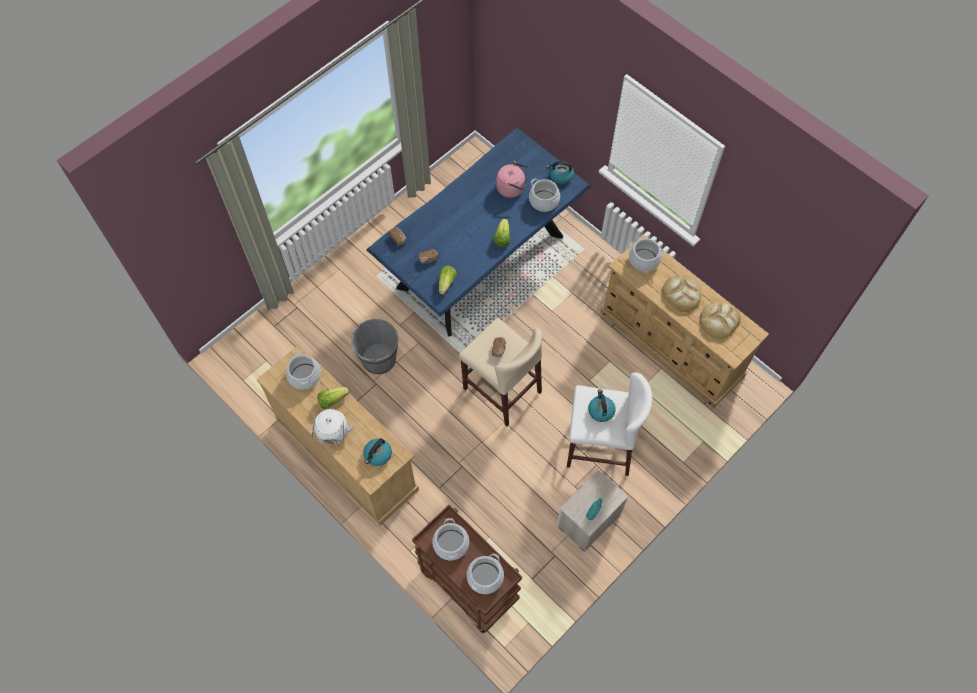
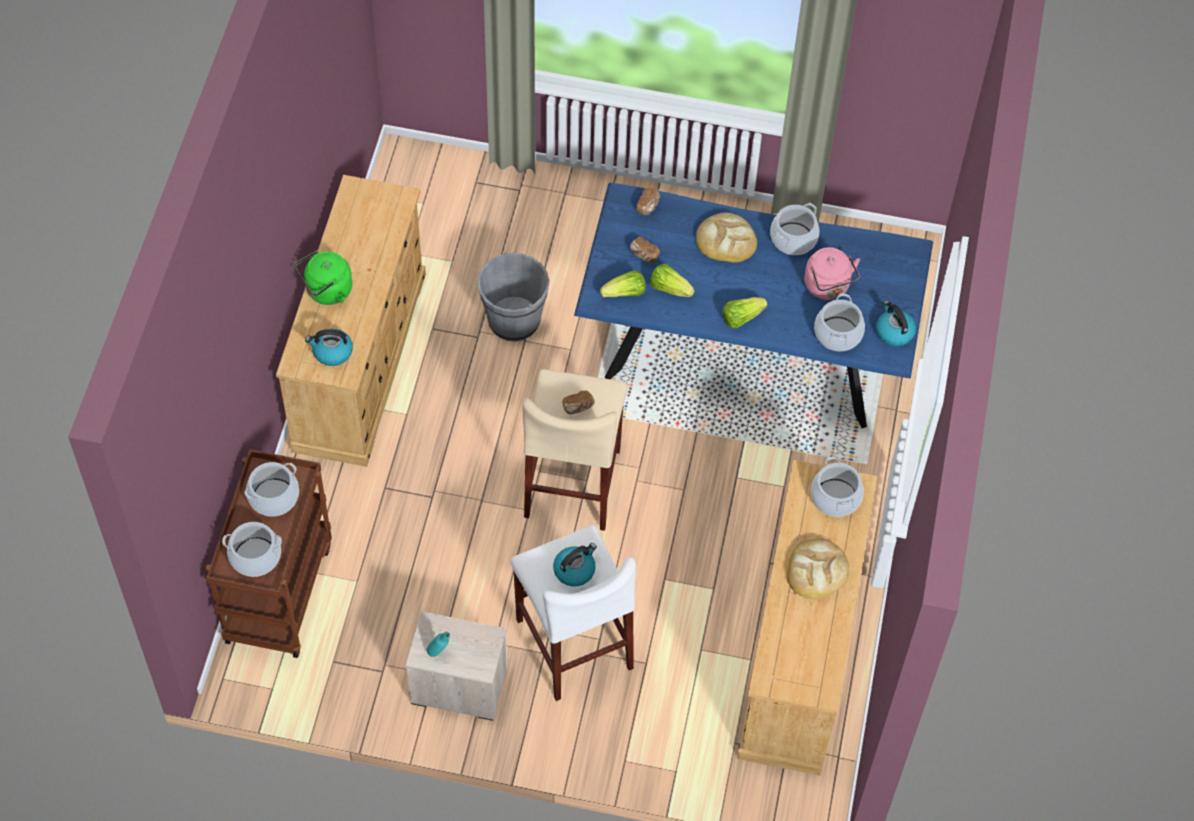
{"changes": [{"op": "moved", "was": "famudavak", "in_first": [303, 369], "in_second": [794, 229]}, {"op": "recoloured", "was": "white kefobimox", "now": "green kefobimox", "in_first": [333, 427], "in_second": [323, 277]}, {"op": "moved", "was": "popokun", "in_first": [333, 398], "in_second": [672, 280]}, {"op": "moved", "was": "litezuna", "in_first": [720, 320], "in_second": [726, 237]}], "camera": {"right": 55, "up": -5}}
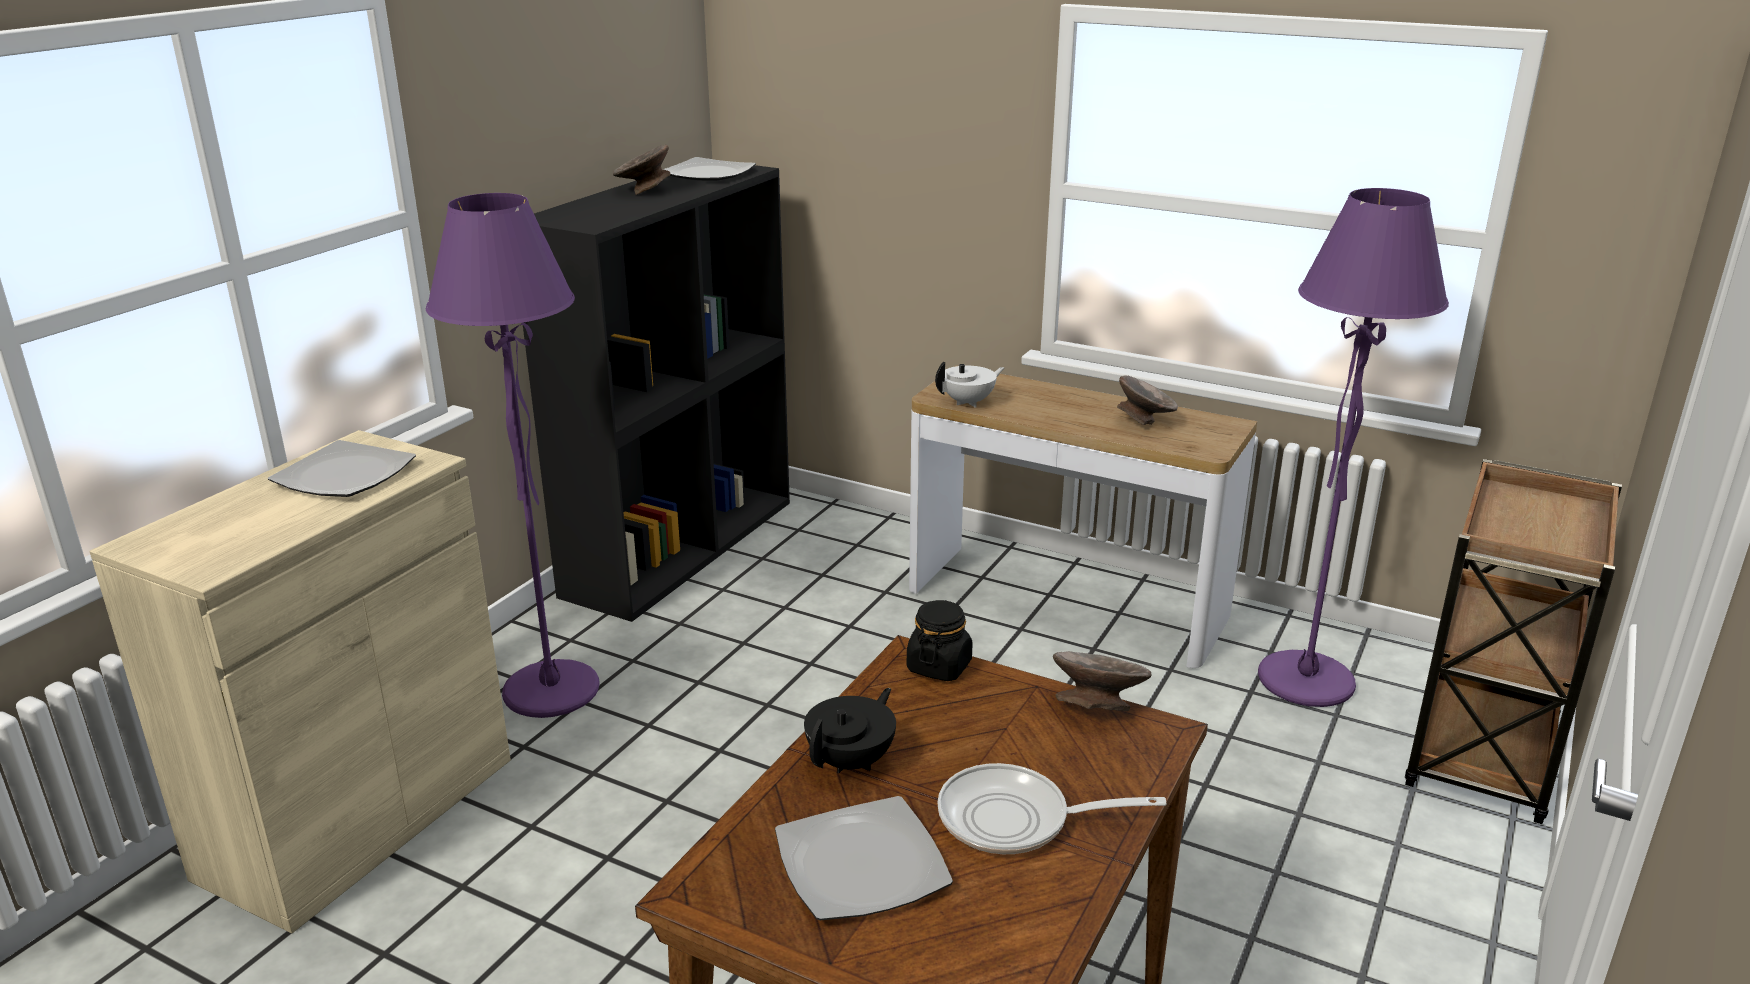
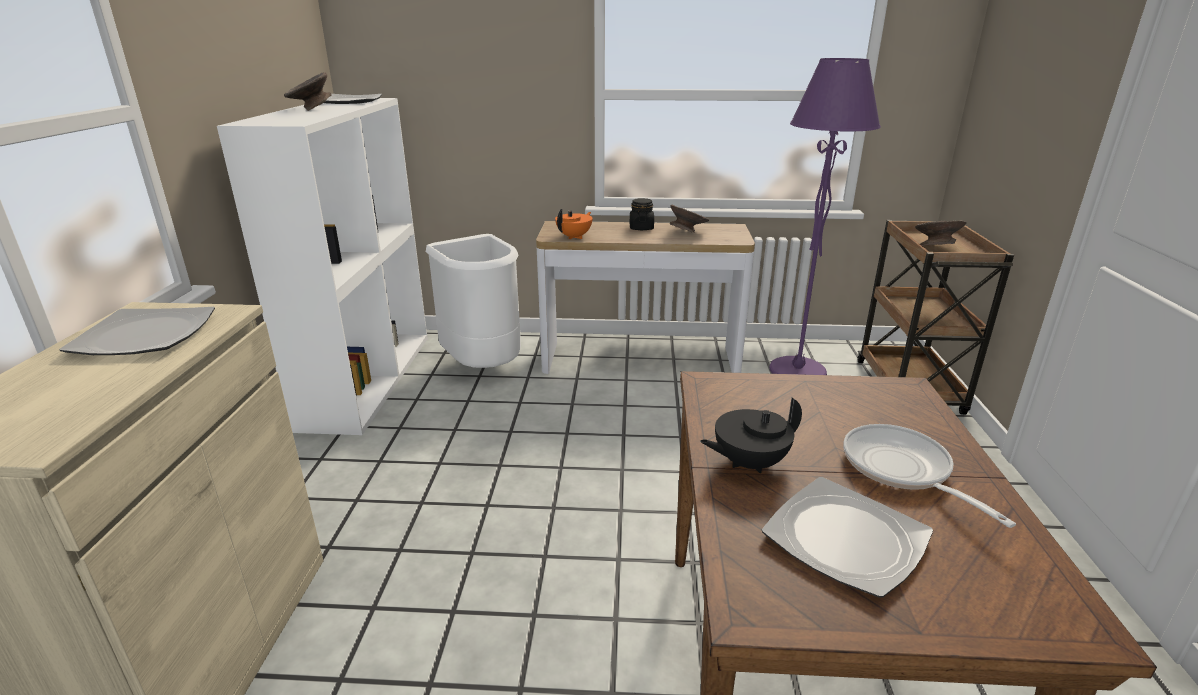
{"changes": [{"op": "removed", "was": "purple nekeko", "in_first": [513, 455]}, {"op": "recoloured", "was": "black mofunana", "now": "white mofunana", "in_first": [656, 393], "in_second": [322, 266]}, {"op": "turned", "was": "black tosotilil", "in_first": [850, 730], "in_second": [751, 435], "clockwise": -120}, {"op": "moved", "was": "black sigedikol", "in_first": [939, 640], "in_second": [642, 214]}, {"op": "recoloured", "was": "white tosotilil", "now": "orange tosotilil", "in_first": [969, 385], "in_second": [573, 224]}, {"op": "turned", "was": "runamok", "in_first": [1051, 808], "in_second": [929, 476], "clockwise": 90}, {"op": "moved", "was": "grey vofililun", "in_first": [1102, 681], "in_second": [941, 233]}, {"op": "added", "now": "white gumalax", "in_second": [473, 301]}], "camera": {"right": -25, "up": 0}}
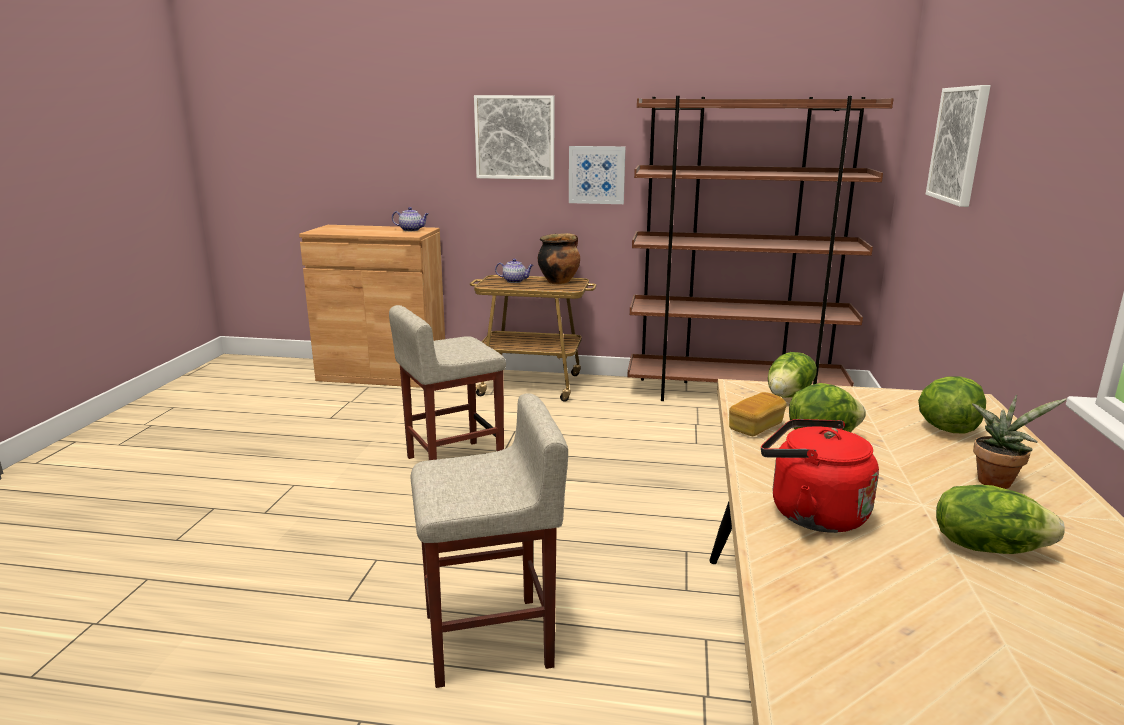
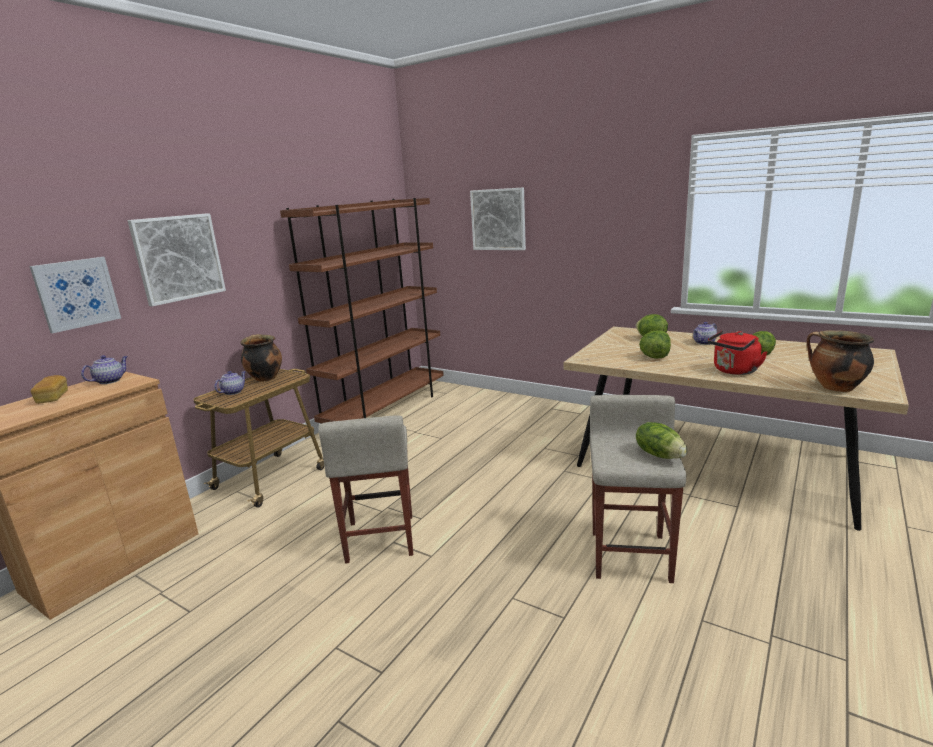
{"changes": [{"op": "moved", "was": "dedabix", "in_first": [597, 175], "in_second": [75, 295]}, {"op": "moved", "was": "litezuna", "in_first": [758, 414], "in_second": [49, 389]}, {"op": "moved", "was": "popokun", "in_first": [792, 375], "in_second": [662, 440]}, {"op": "replaced", "was": "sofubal", "now": "tosotilil", "in_first": [1019, 442], "in_second": [705, 333]}, {"op": "added", "now": "famudavak", "in_second": [840, 361]}], "camera": {"right": -65, "up": 0}}
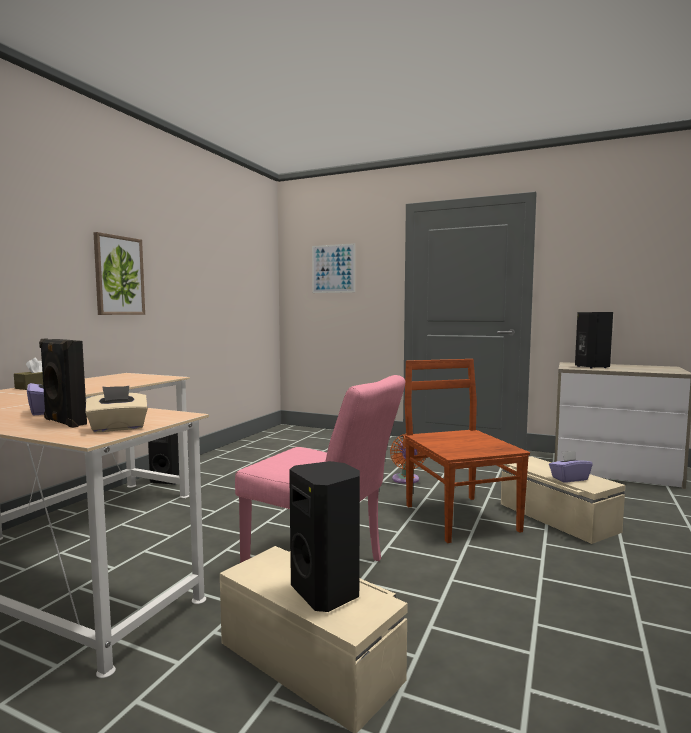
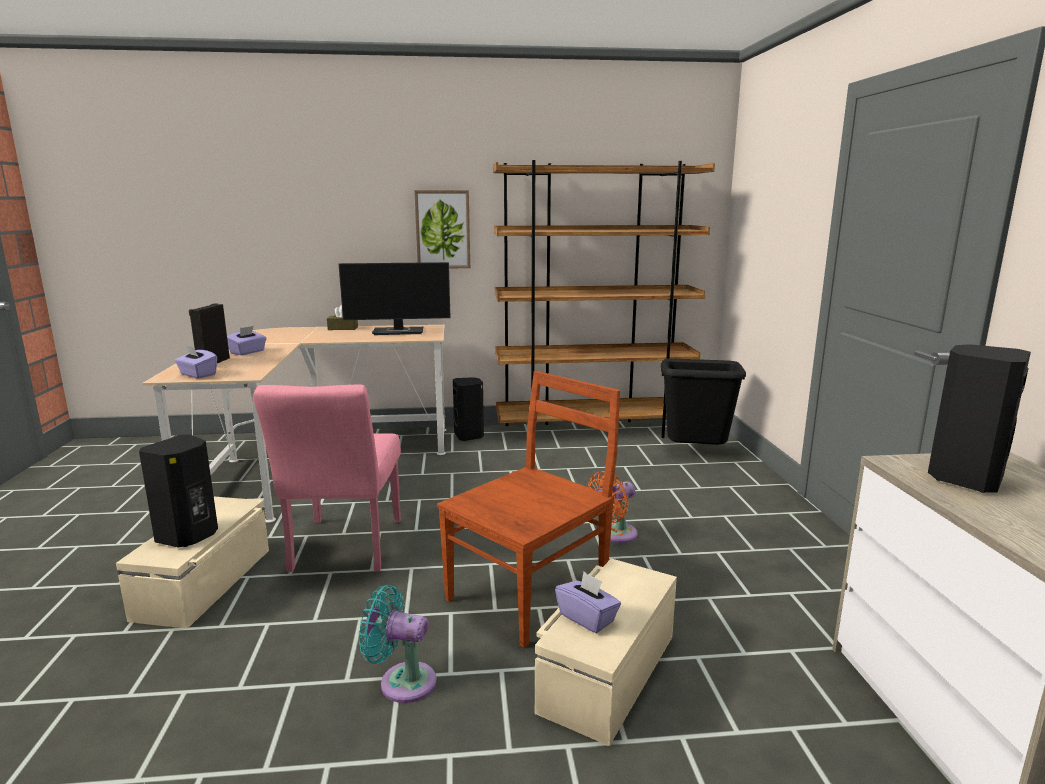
{"changes": [{"op": "recoloured", "was": "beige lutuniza", "now": "purple lutuniza", "in_first": [116, 409], "in_second": [196, 362]}, {"op": "removed", "was": "dedabix", "in_first": [333, 268]}, {"op": "added", "now": "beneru", "in_second": [395, 298]}, {"op": "added", "now": "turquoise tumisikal", "in_second": [398, 644]}, {"op": "added", "now": "brown mofunana", "in_second": [604, 299]}, {"op": "added", "now": "black gumalax", "in_second": [703, 401]}], "camera": {"right": 60, "up": 10}}
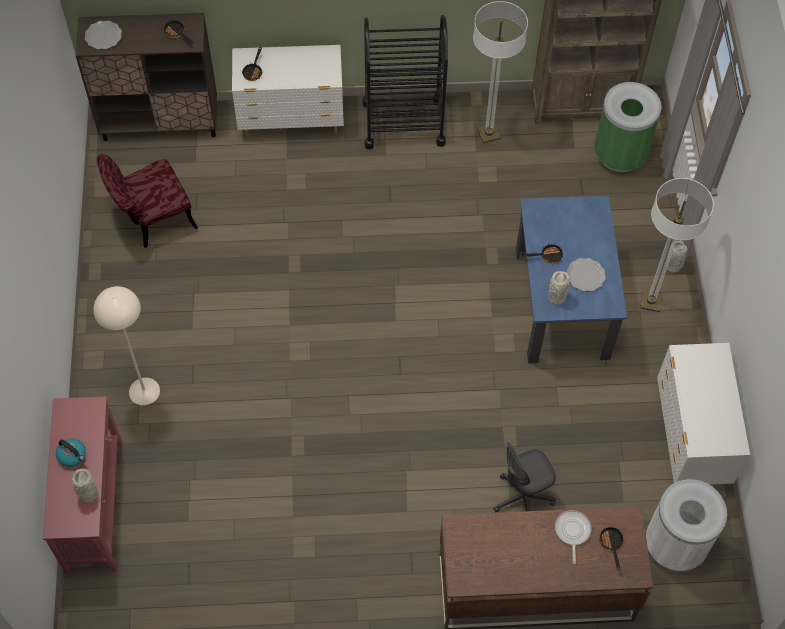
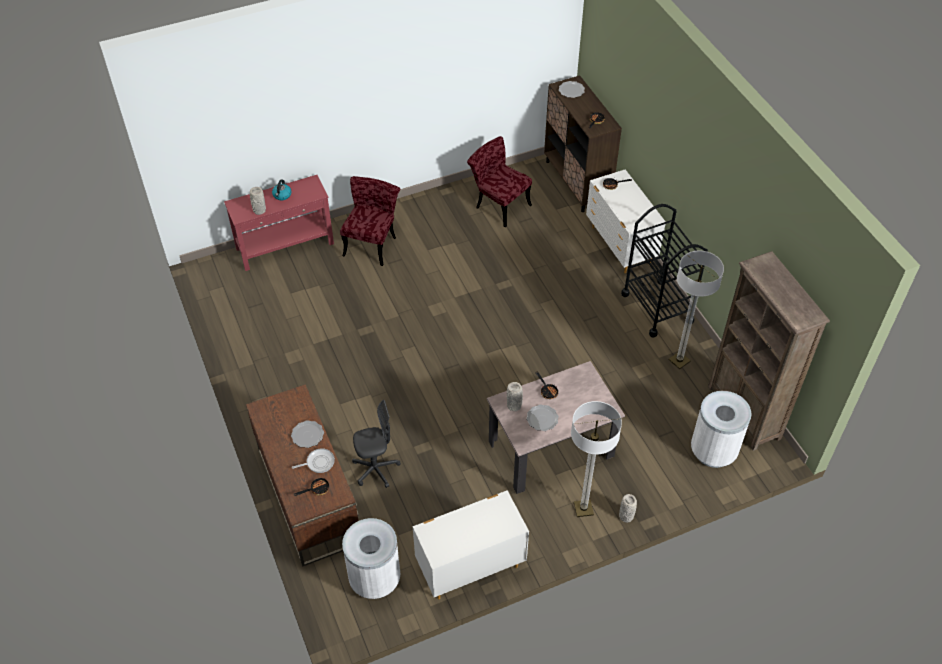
{"changes": [{"op": "replaced", "was": "beige nekeko", "now": "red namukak", "in_first": [127, 345], "in_second": [370, 221]}, {"op": "turned", "was": "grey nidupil", "in_first": [525, 477], "in_second": [376, 444], "clockwise": 120}, {"op": "recoloured", "was": "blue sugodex", "now": "beige sugodex", "in_first": [571, 279], "in_second": [556, 427]}, {"op": "recoloured", "was": "green gumalax", "now": "white gumalax", "in_first": [628, 127], "in_second": [721, 429]}, {"op": "added", "now": "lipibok", "in_second": [307, 434]}], "camera": {"right": 70, "up": -10}}
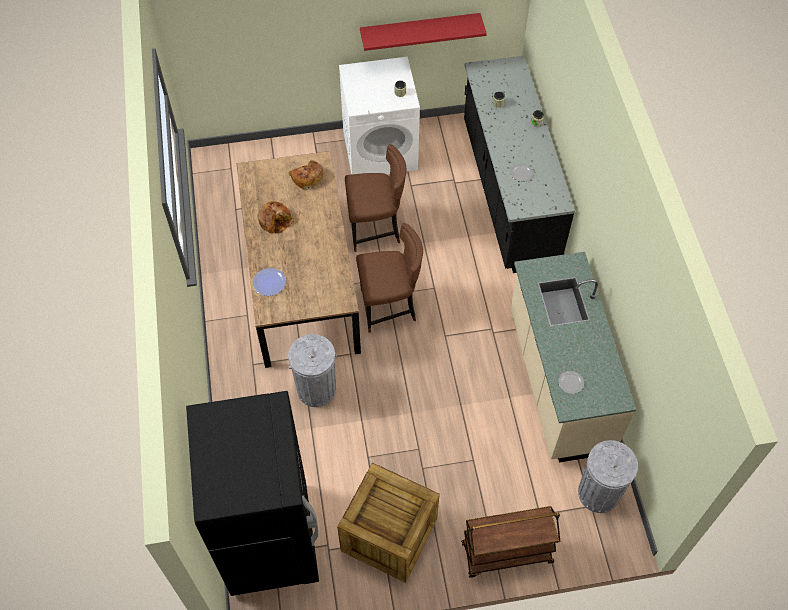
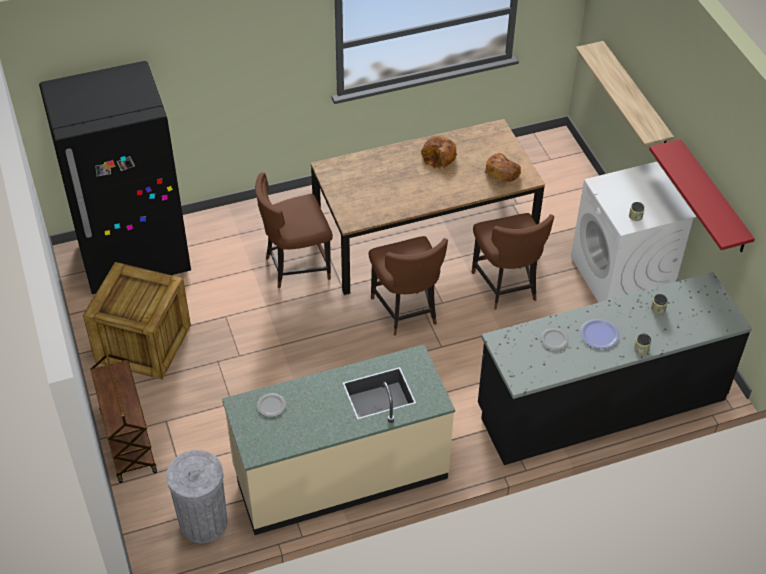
{"changes": [{"op": "moved", "was": "lipibok", "in_first": [269, 282], "in_second": [600, 334]}, {"op": "replaced", "was": "grey gumalax", "now": "brown namukak", "in_first": [312, 370], "in_second": [294, 230]}, {"op": "added", "now": "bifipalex", "in_second": [624, 93]}], "camera": {"right": 80, "up": -10}}
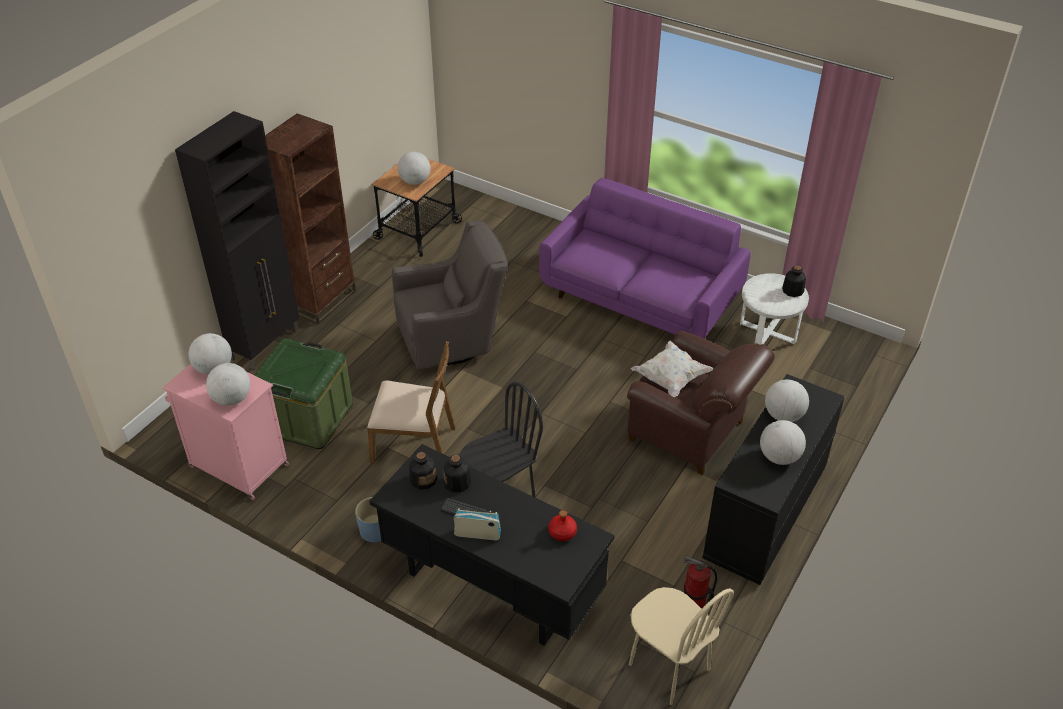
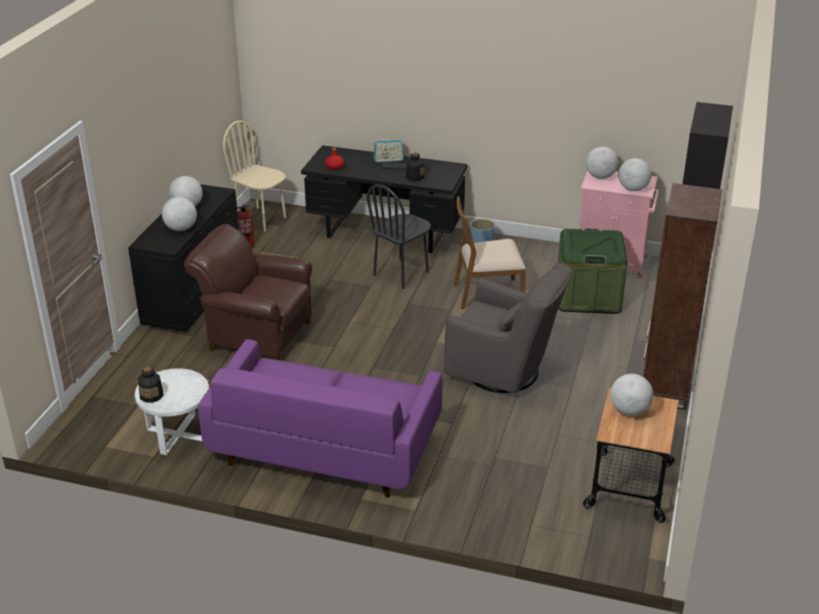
{"changes": [{"op": "turned", "was": "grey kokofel", "in_first": [450, 295], "in_second": [508, 327], "clockwise": -120}, {"op": "removed", "was": "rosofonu", "in_first": [423, 471]}, {"op": "removed", "was": "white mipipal", "in_first": [672, 368]}], "camera": {"right": 165, "up": -10}}
